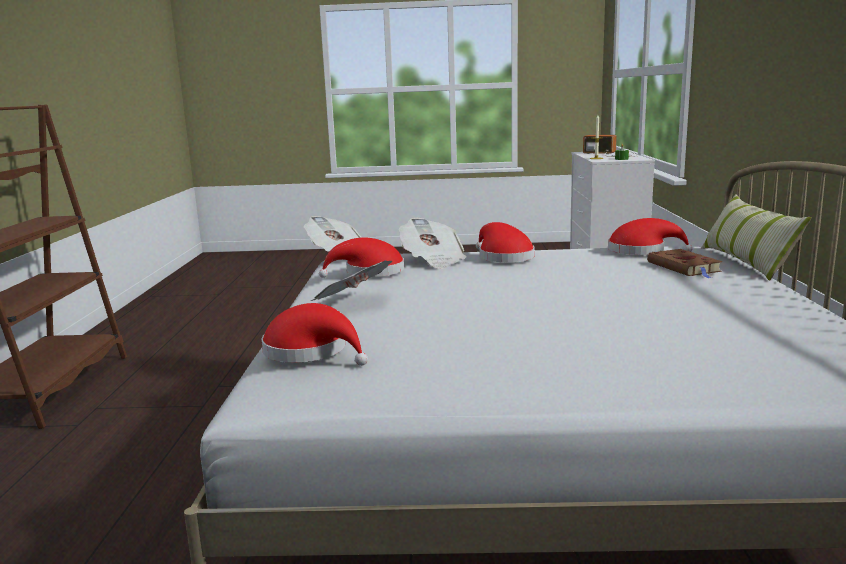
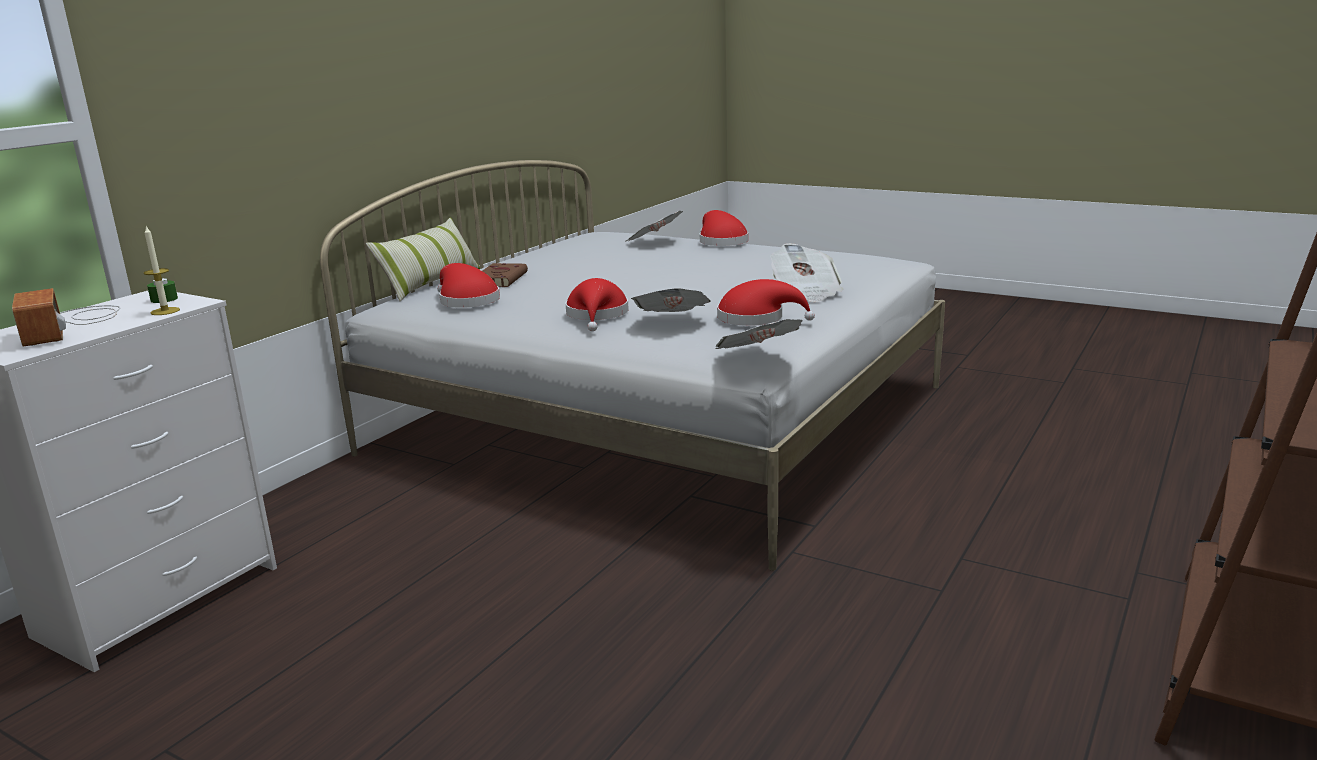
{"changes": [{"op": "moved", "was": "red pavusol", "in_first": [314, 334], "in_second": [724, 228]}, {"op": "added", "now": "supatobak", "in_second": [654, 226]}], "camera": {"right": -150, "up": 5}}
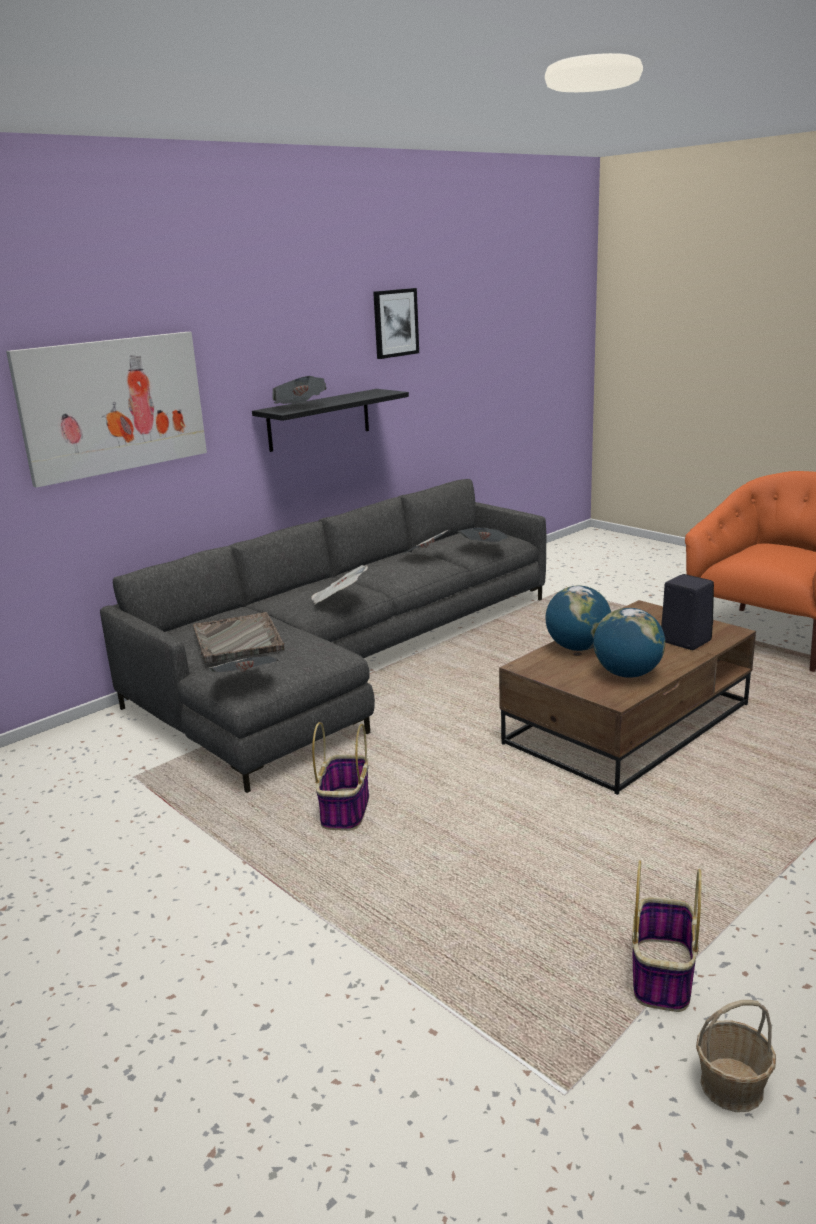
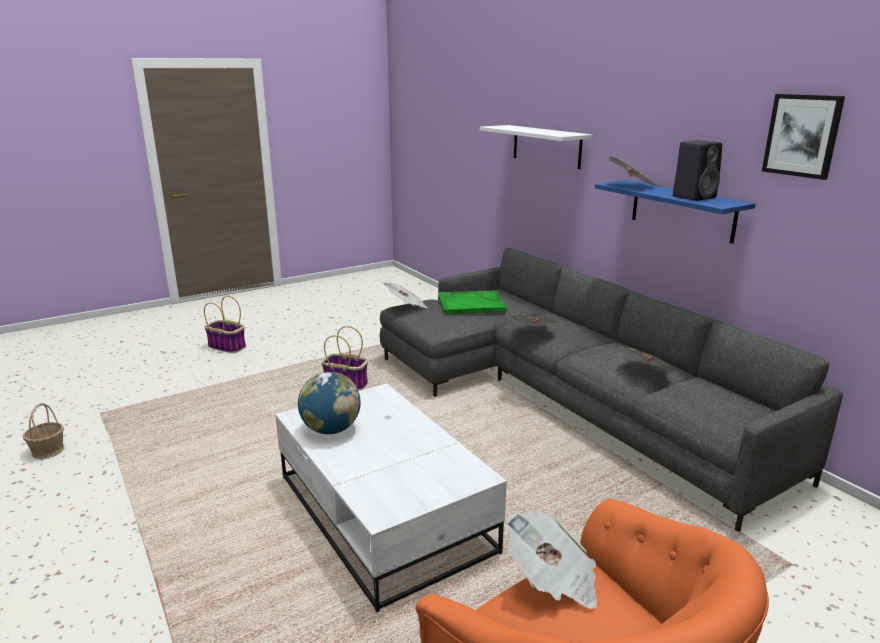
{"changes": [{"op": "replaced", "was": "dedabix", "now": "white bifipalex", "in_first": [106, 410], "in_second": [536, 147]}, {"op": "recoloured", "was": "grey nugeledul", "now": "green nugeledul", "in_first": [239, 637], "in_second": [472, 303]}, {"op": "recoloured", "was": "black bifipalex", "now": "blue bifipalex", "in_first": [330, 420], "in_second": [675, 212]}, {"op": "moved", "was": "supatobak", "in_first": [483, 534], "in_second": [551, 560]}, {"op": "recoloured", "was": "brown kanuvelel", "now": "white kanuvelel", "in_first": [627, 697], "in_second": [391, 497]}, {"op": "removed", "was": "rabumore", "in_first": [578, 618]}, {"op": "moved", "was": "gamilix", "in_first": [667, 936], "in_second": [225, 324]}, {"op": "moved", "was": "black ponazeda", "in_first": [687, 612], "in_second": [697, 170]}], "camera": {"right": 100, "up": 0}}
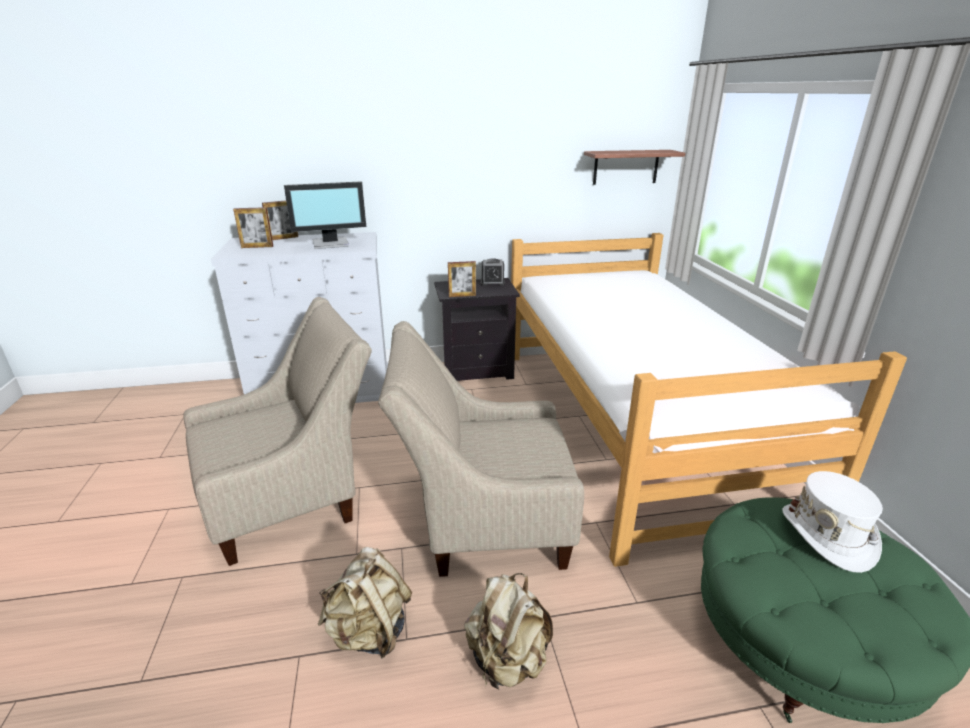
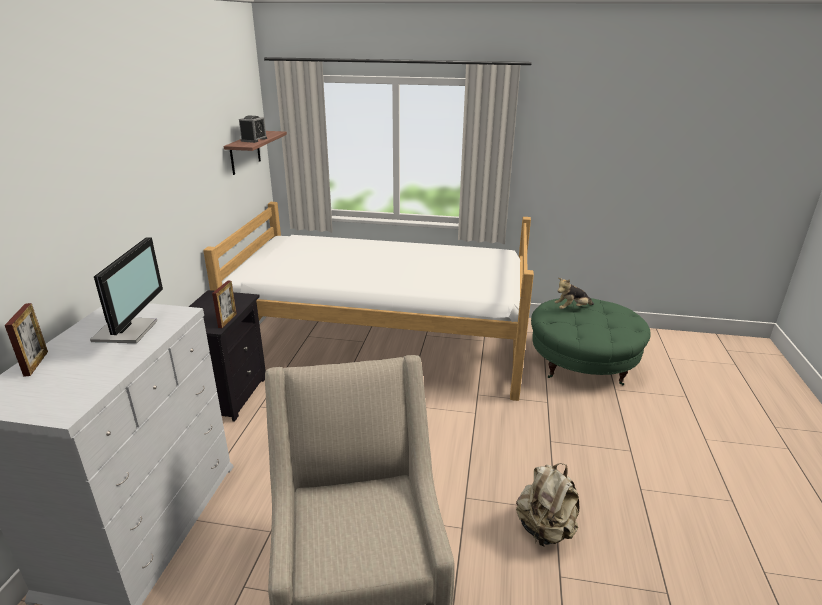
{"changes": [{"op": "removed", "was": "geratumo", "in_first": [253, 227]}, {"op": "removed", "was": "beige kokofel", "in_first": [481, 449]}, {"op": "removed", "was": "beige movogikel", "in_first": [508, 631]}, {"op": "moved", "was": "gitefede", "in_first": [493, 272], "in_second": [253, 129]}, {"op": "replaced", "was": "white pavusol", "now": "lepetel", "in_first": [832, 522], "in_second": [574, 293]}], "camera": {"right": -70, "up": 0}}
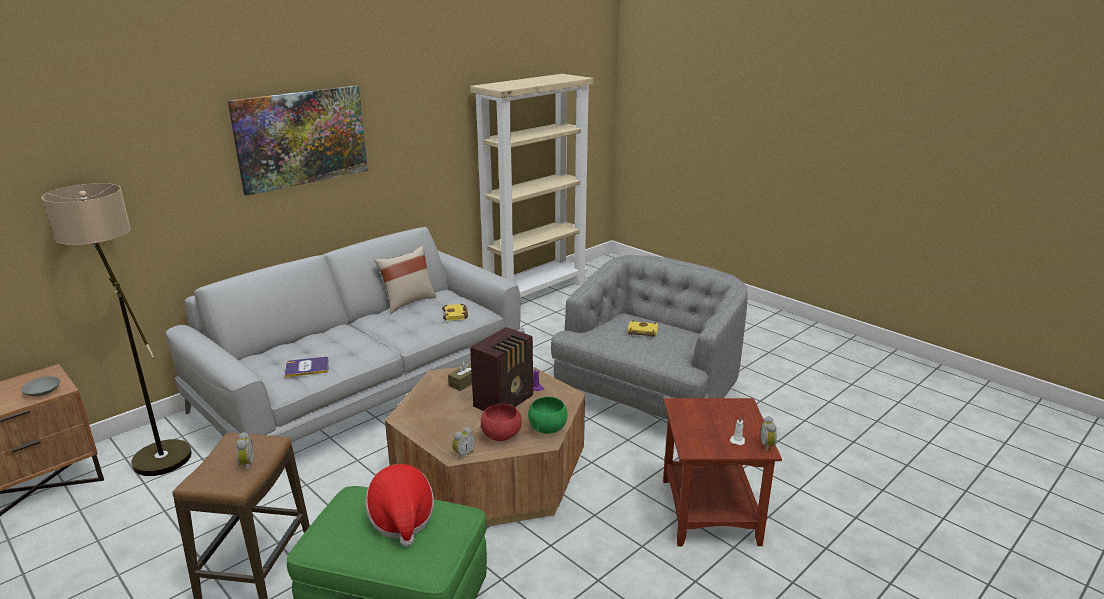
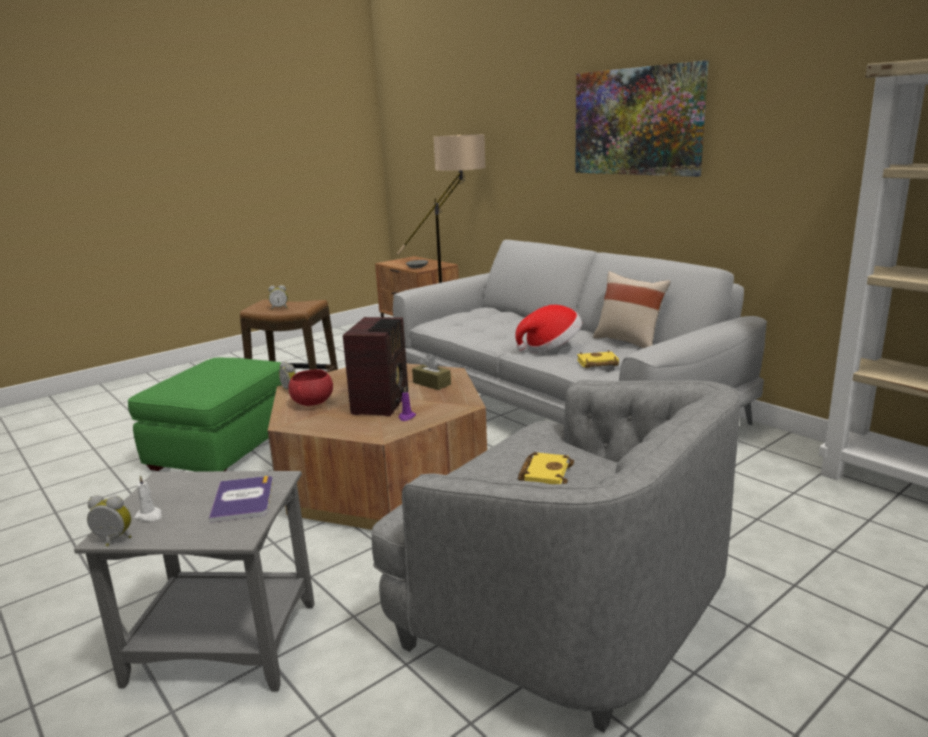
{"changes": [{"op": "moved", "was": "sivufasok", "in_first": [307, 367], "in_second": [241, 499]}, {"op": "moved", "was": "pavusol", "in_first": [399, 505], "in_second": [548, 329]}, {"op": "turned", "was": "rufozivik", "in_first": [501, 369], "in_second": [375, 366], "clockwise": -120}, {"op": "removed", "was": "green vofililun", "in_first": [547, 415]}, {"op": "recoloured", "was": "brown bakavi", "now": "grey bakavi", "in_first": [722, 472], "in_second": [194, 581]}], "camera": {"right": 95, "up": -5}}
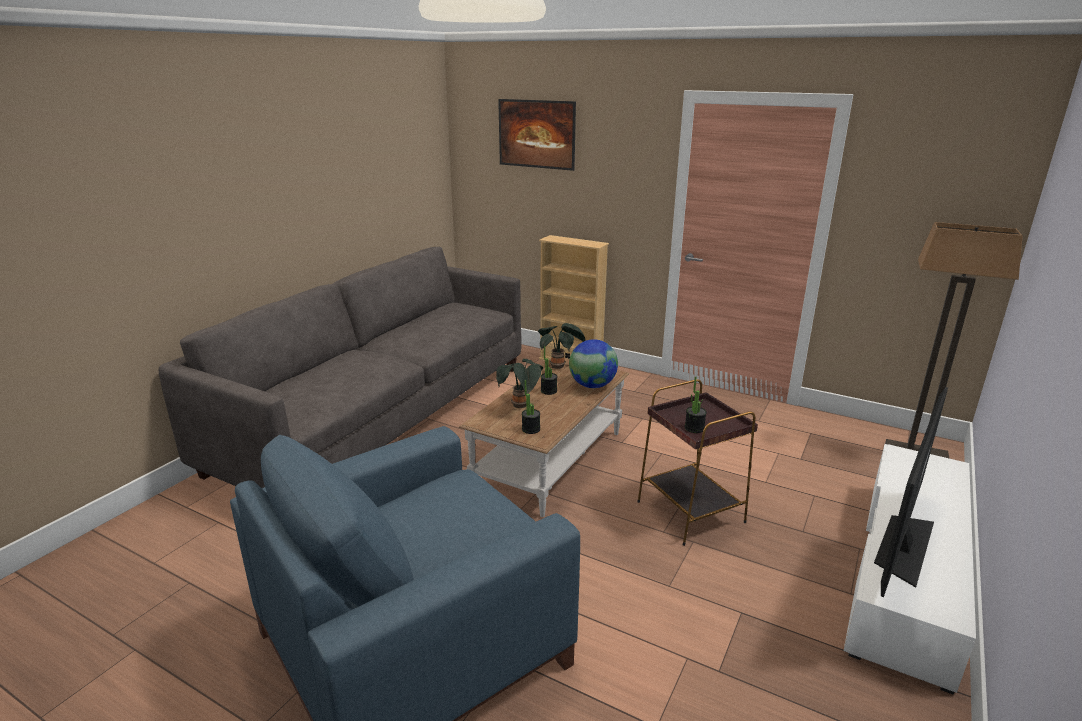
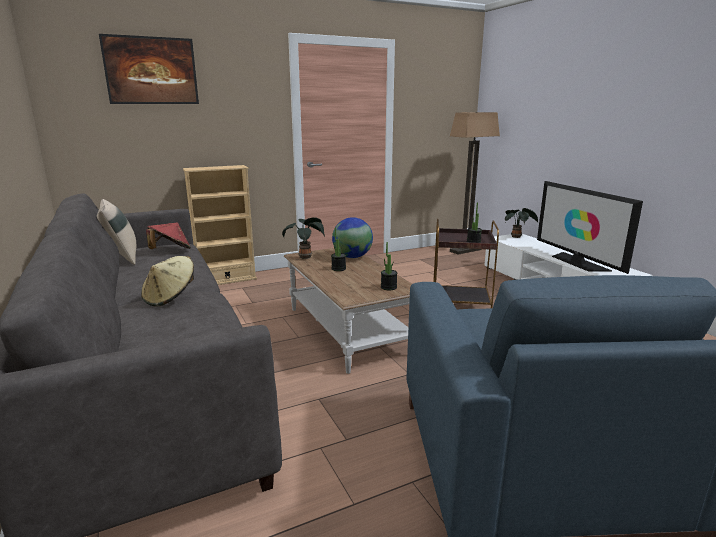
{"changes": [{"op": "moved", "was": "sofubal", "in_first": [519, 383], "in_second": [521, 223]}, {"op": "added", "now": "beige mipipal", "in_second": [116, 232]}, {"op": "added", "now": "beige pavusol", "in_second": [167, 281]}, {"op": "added", "now": "red pavusol", "in_second": [168, 236]}], "camera": {"right": -55, "up": -5}}
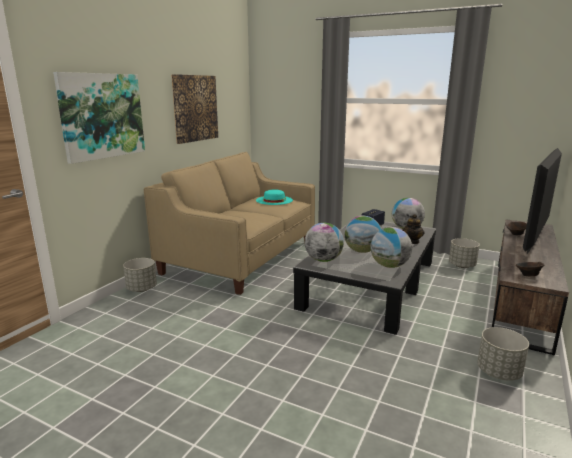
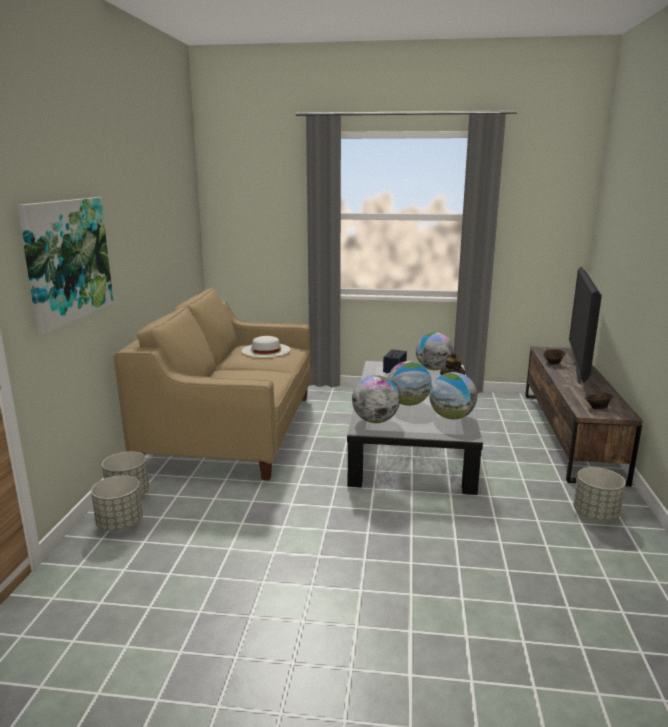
{"changes": [{"op": "removed", "was": "dedabix", "in_first": [194, 109]}, {"op": "recoloured", "was": "turquoise pavusol", "now": "white pavusol", "in_first": [274, 197], "in_second": [266, 346]}, {"op": "moved", "was": "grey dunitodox", "in_first": [464, 253], "in_second": [117, 503]}], "camera": {"right": -20, "up": 0}}
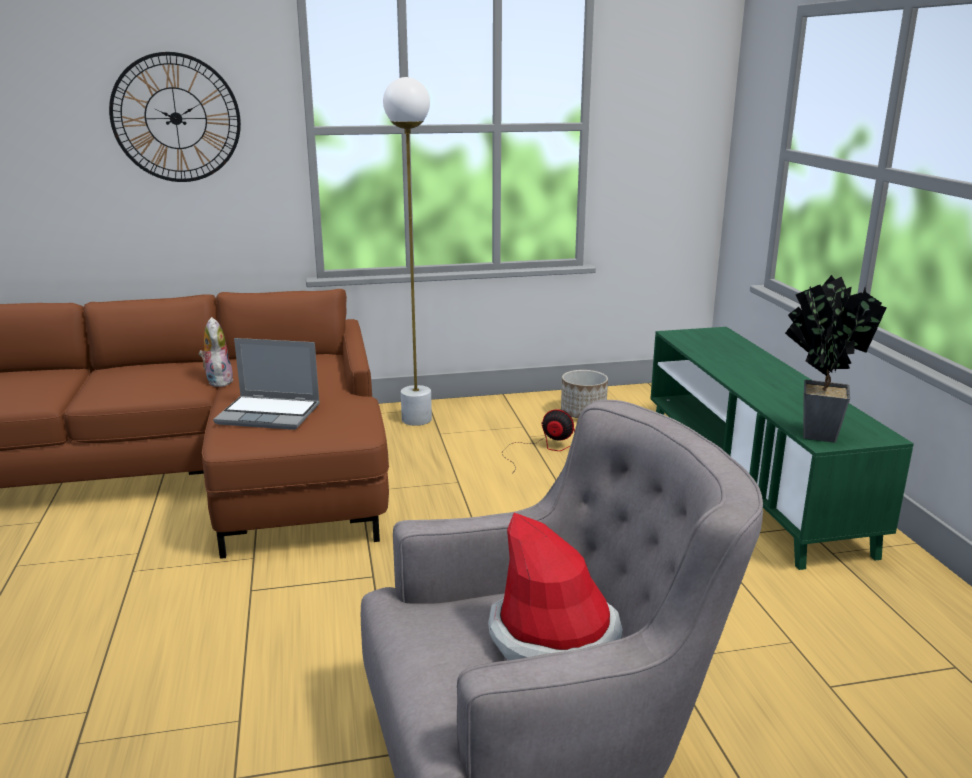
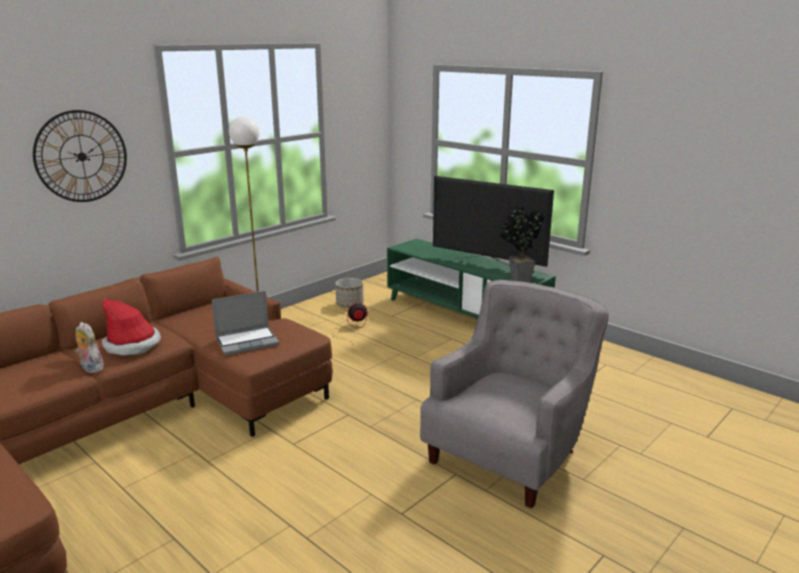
{"changes": [{"op": "moved", "was": "lepetel", "in_first": [216, 352], "in_second": [89, 347]}, {"op": "moved", "was": "pavusol", "in_first": [555, 586], "in_second": [131, 327]}, {"op": "added", "now": "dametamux", "in_second": [493, 221]}], "camera": {"right": -35, "up": 0}}
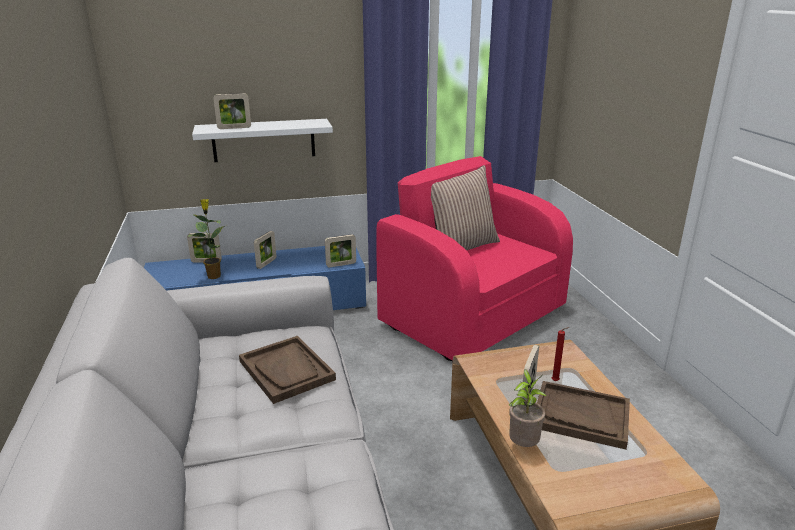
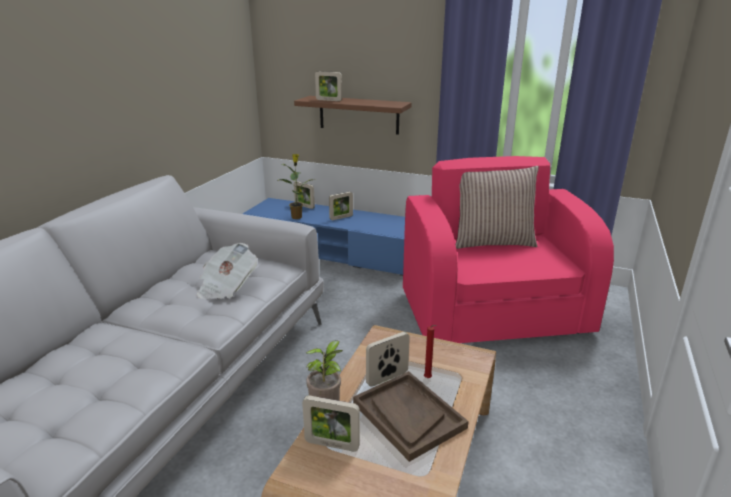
{"changes": [{"op": "recoloured", "was": "white bifipalex", "now": "brown bifipalex", "in_first": [262, 140], "in_second": [353, 115]}, {"op": "replaced", "was": "brown nugeledul", "now": "supatobak", "in_first": [287, 370], "in_second": [227, 271]}, {"op": "moved", "was": "geratumo", "in_first": [340, 250], "in_second": [331, 423]}], "camera": {"right": 35, "up": 0}}
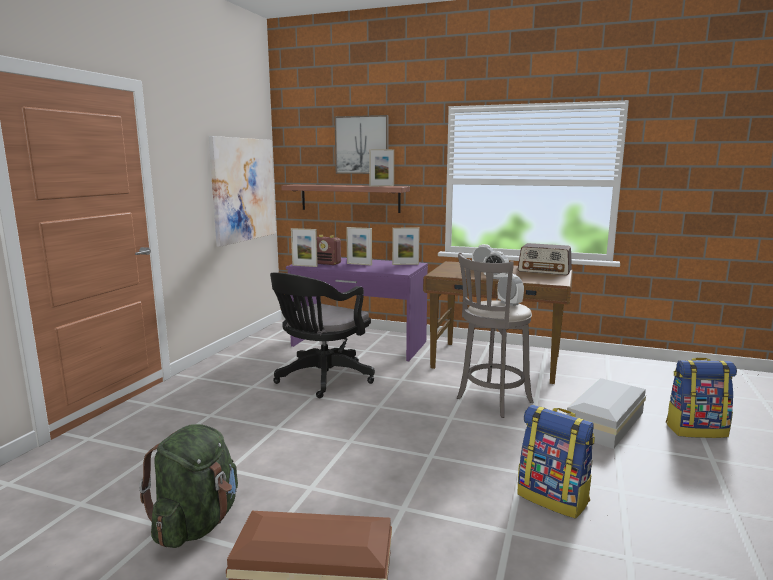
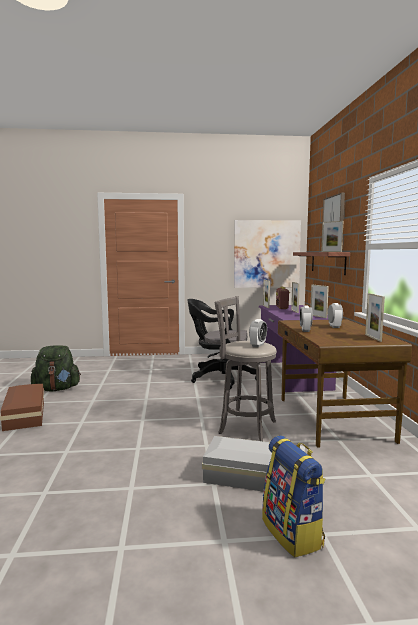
{"changes": [{"op": "removed", "was": "movogikel", "in_first": [556, 462]}, {"op": "replaced", "was": "rufozivik", "now": "geratumo", "in_first": [545, 259], "in_second": [375, 317]}], "camera": {"right": 65, "up": -5}}
